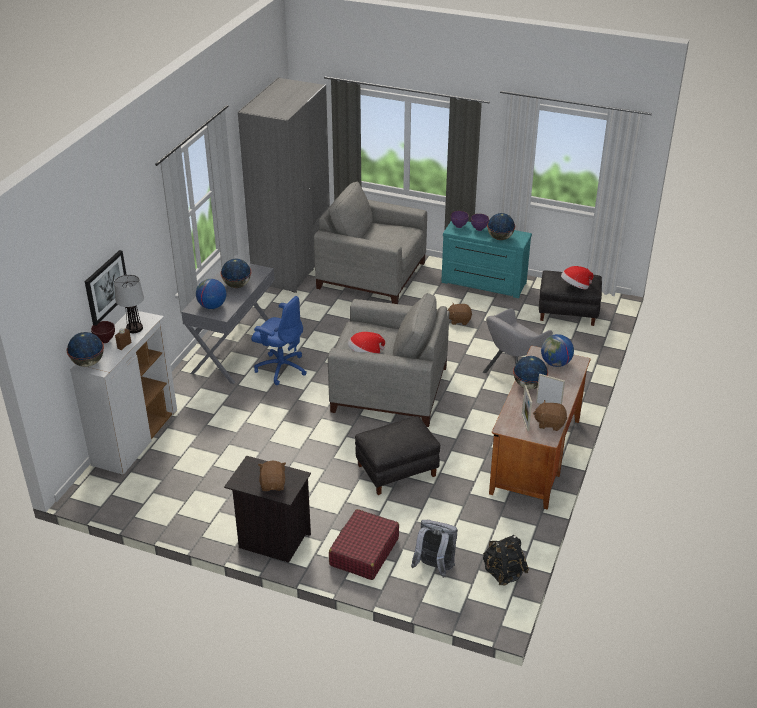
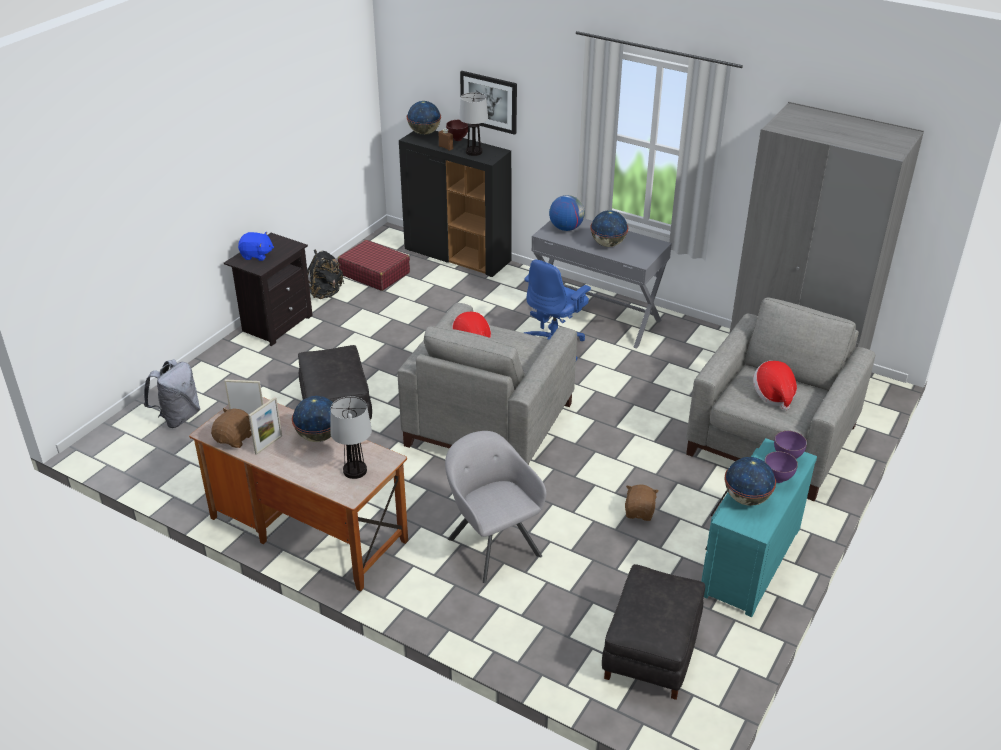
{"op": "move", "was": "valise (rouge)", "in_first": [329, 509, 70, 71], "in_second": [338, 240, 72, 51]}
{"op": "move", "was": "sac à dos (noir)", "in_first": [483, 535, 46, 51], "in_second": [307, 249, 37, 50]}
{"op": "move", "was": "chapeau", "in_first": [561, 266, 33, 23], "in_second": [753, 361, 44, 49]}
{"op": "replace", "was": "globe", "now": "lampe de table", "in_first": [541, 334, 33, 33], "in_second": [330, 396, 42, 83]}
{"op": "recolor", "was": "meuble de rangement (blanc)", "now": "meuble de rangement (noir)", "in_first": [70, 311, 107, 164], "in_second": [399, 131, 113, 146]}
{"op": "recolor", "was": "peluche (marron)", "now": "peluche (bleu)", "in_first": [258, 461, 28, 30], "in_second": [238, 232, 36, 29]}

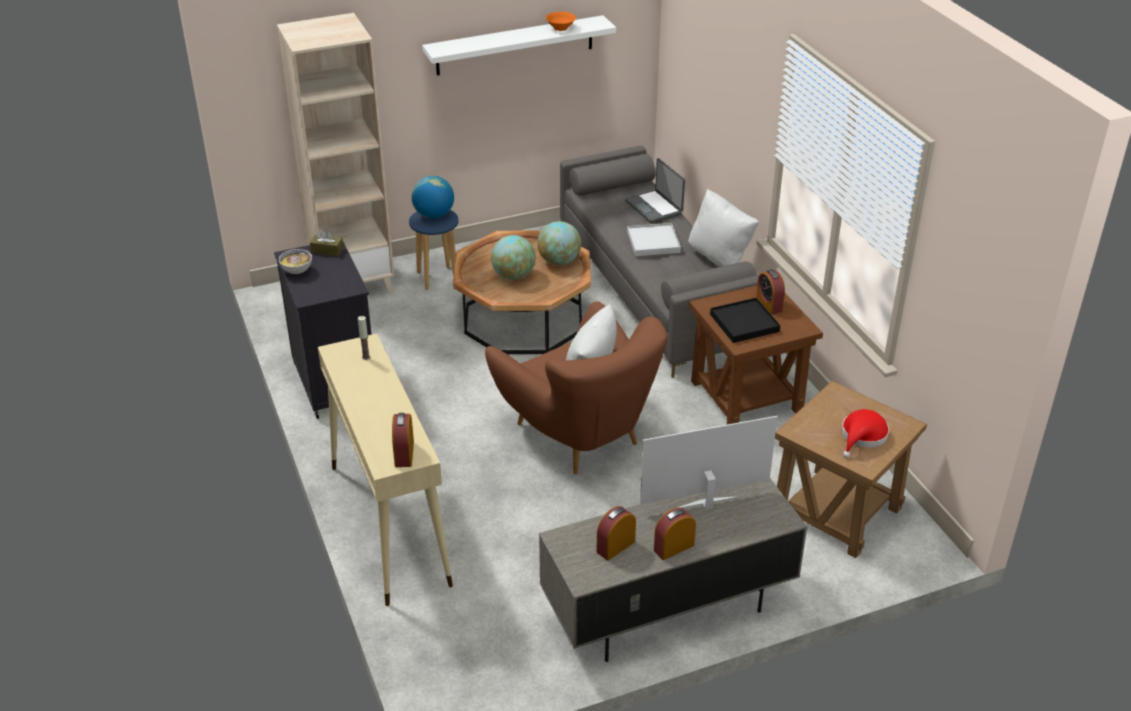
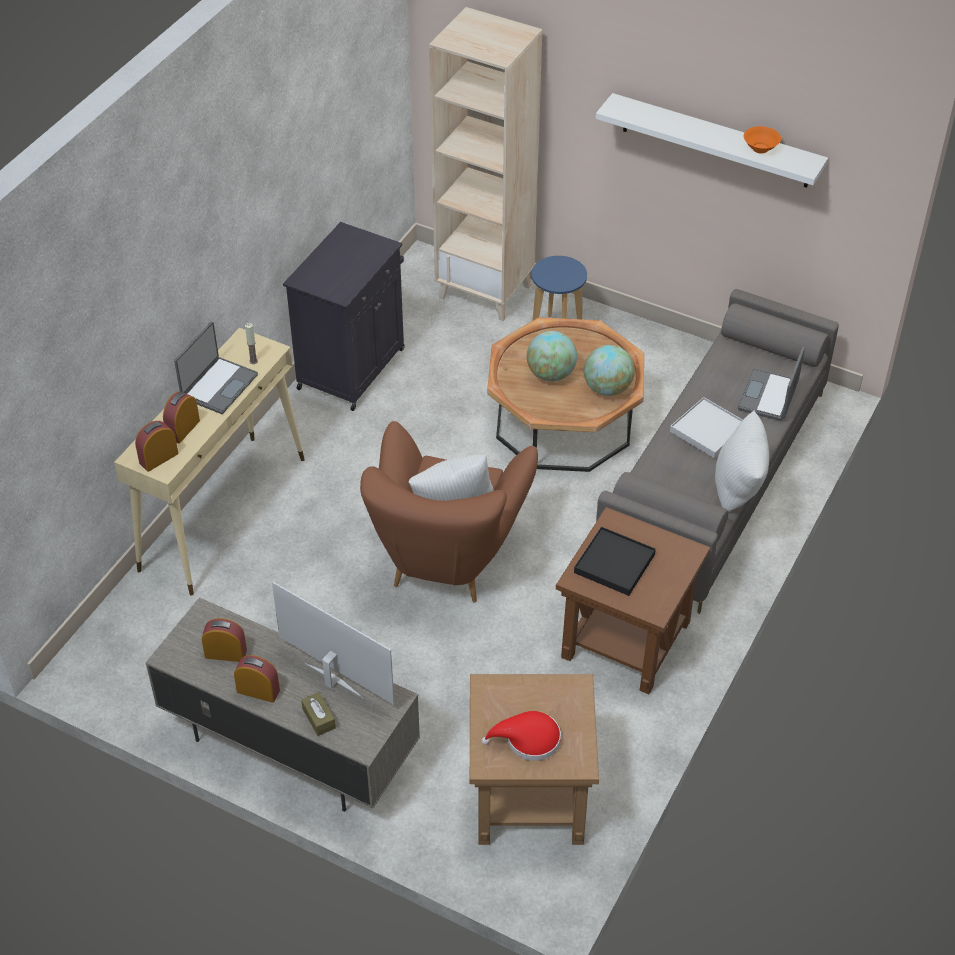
{"op": "delete", "was": "bol", "in_first": [279, 249, 33, 25]}
{"op": "delete", "was": "globe", "in_first": [412, 176, 42, 43]}
{"op": "insert", "now": "ordinateur portable", "in_second": [174, 322, 84, 92]}
{"op": "move", "was": "boîte à mouchoirs (marron)", "in_first": [310, 230, 34, 26], "in_second": [301, 692, 35, 44]}
{"op": "move", "was": "réveil", "in_first": [756, 269, 29, 46], "in_second": [163, 392, 37, 51]}

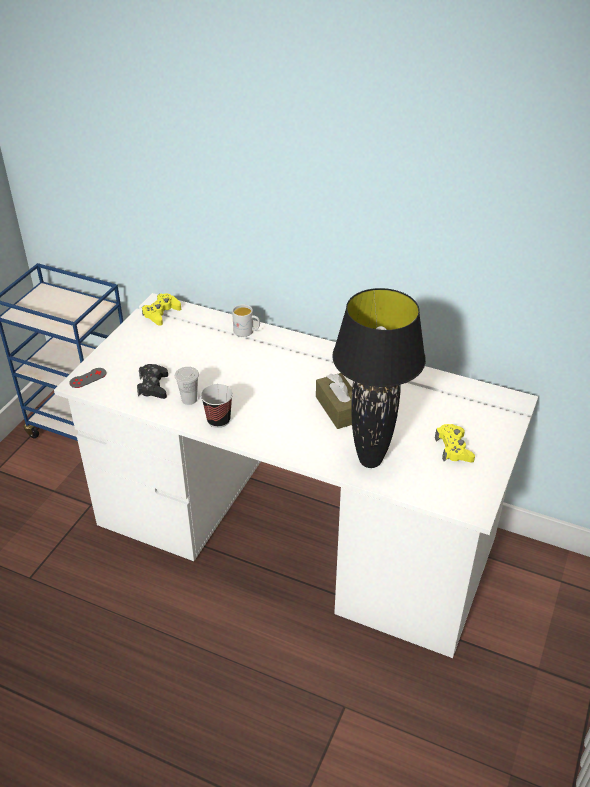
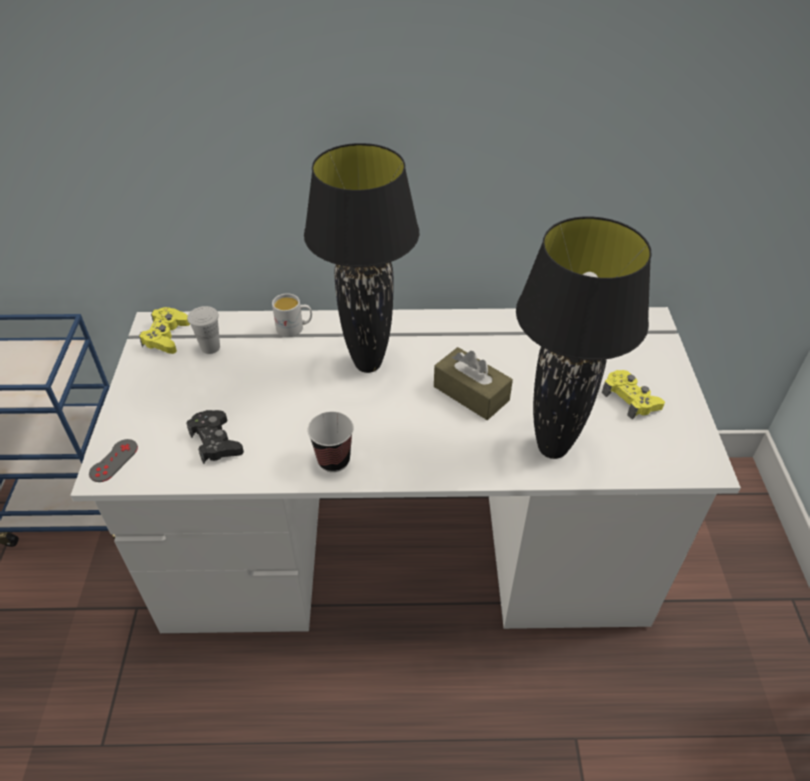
{"op": "insert", "now": "lampe de table (noir)", "in_second": [304, 143, 115, 230]}
{"op": "move", "was": "tasse (blanc)", "in_first": [175, 367, 24, 38], "in_second": [187, 306, 33, 48]}

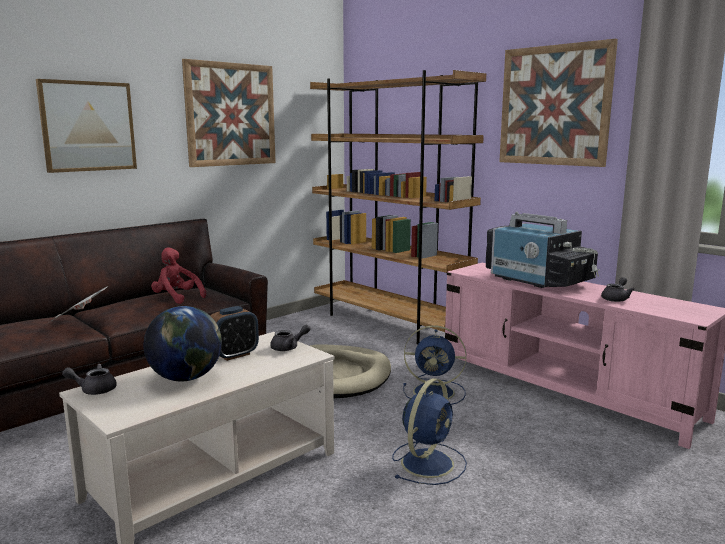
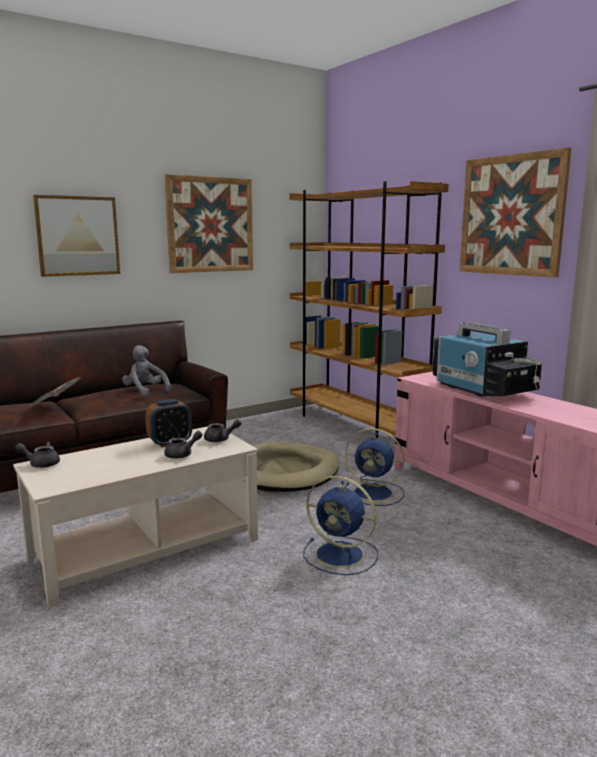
{"op": "delete", "was": "globe", "in_first": [143, 306, 79, 75]}
{"op": "move", "was": "théière (gris)", "in_first": [601, 277, 34, 25], "in_second": [164, 431, 38, 28]}
{"op": "recolor", "was": "peluche (rouge)", "now": "peluche (gris)", "in_first": [151, 247, 55, 57], "in_second": [122, 345, 49, 52]}
{"op": "rotate", "was": "ventilateur (bleu)", "in_first": [392, 378, 75, 107], "in_second": [303, 476, 75, 99], "clockwise": 75}

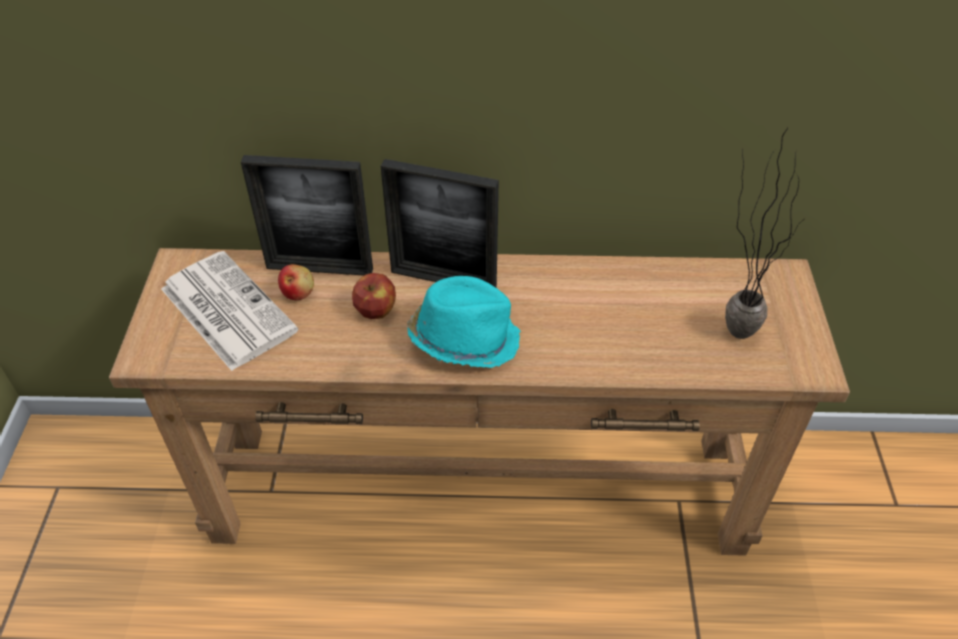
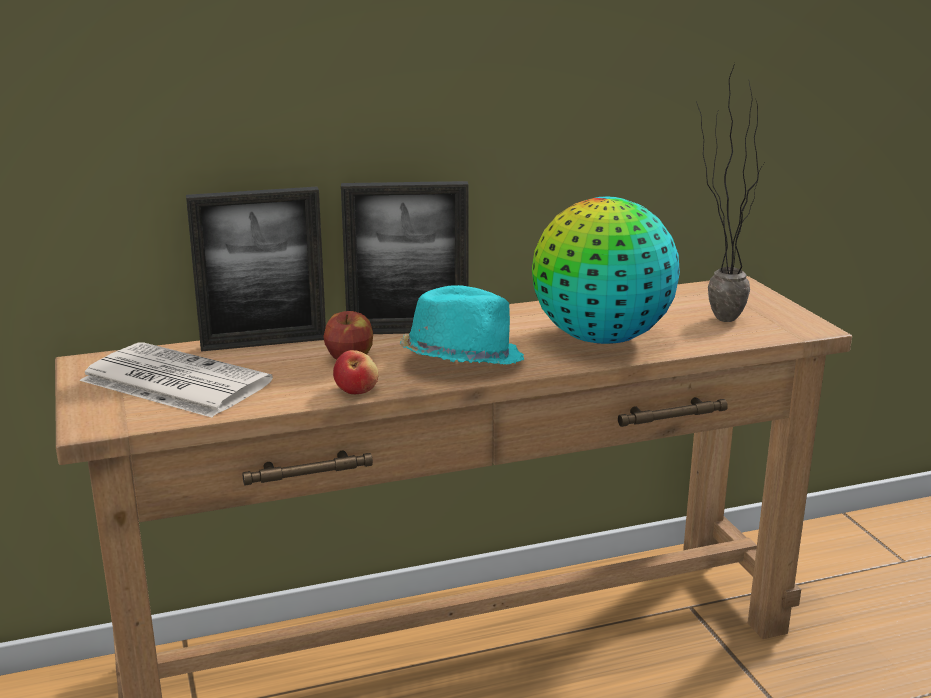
{"op": "insert", "now": "globe", "in_second": [532, 197, 148, 147]}
{"op": "move", "was": "pomme", "in_first": [278, 264, 36, 36], "in_second": [333, 350, 45, 44]}

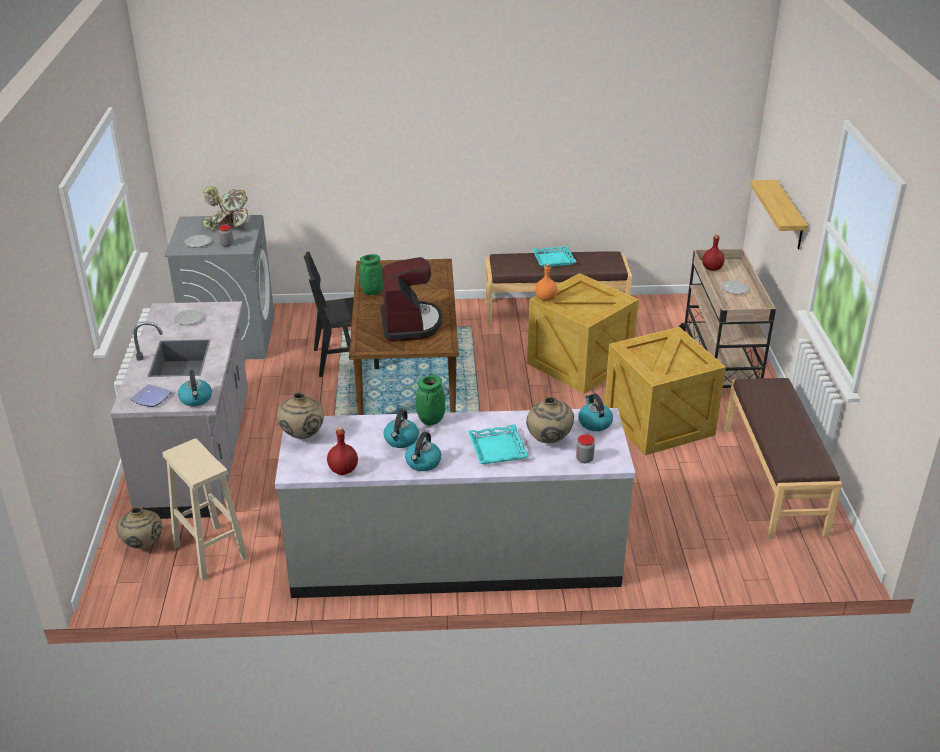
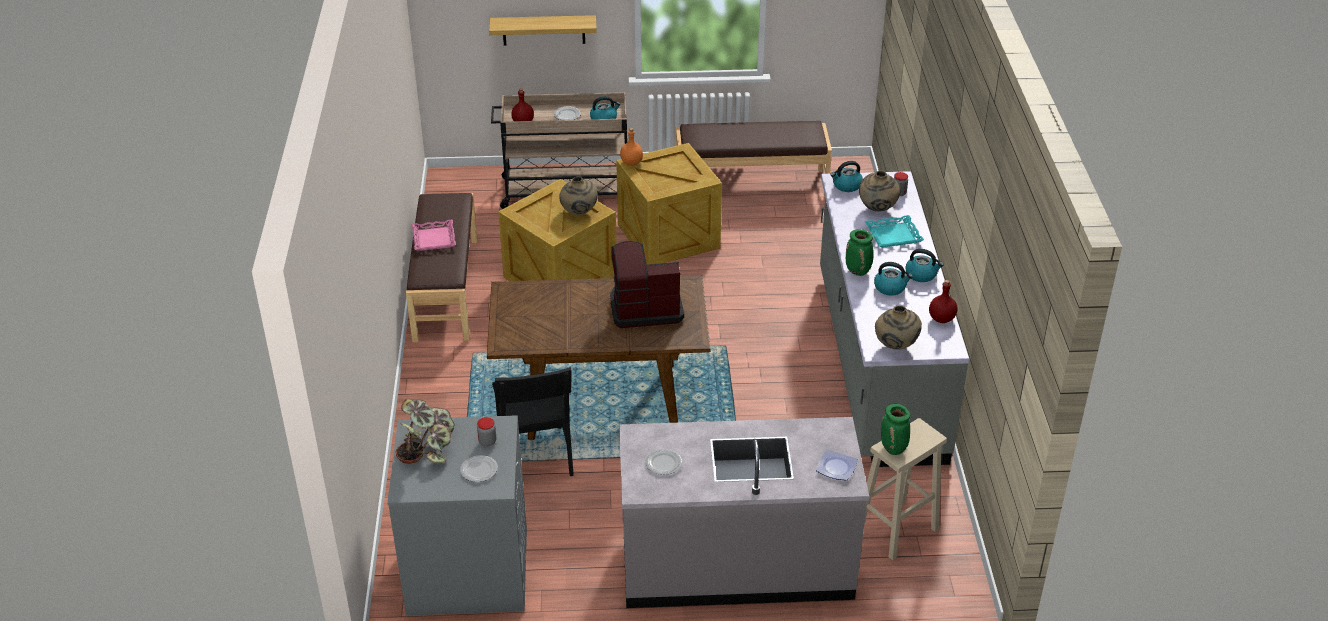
{"op": "move", "was": "vase (beige)", "in_first": [116, 507, 46, 42], "in_second": [559, 176, 39, 39]}
{"op": "move", "was": "bouilloire", "in_first": [178, 370, 34, 36], "in_second": [590, 96, 30, 23]}
{"op": "move", "was": "vase (vert)", "in_first": [359, 254, 24, 41], "in_second": [881, 404, 29, 51]}
{"op": "move", "was": "bouteille (orange)", "in_first": [535, 264, 23, 37], "in_second": [620, 128, 23, 38]}
{"op": "recolor", "was": "plateau (turquoise)", "now": "plateau (rose)", "in_first": [532, 246, 45, 21], "in_second": [412, 220, 44, 31]}

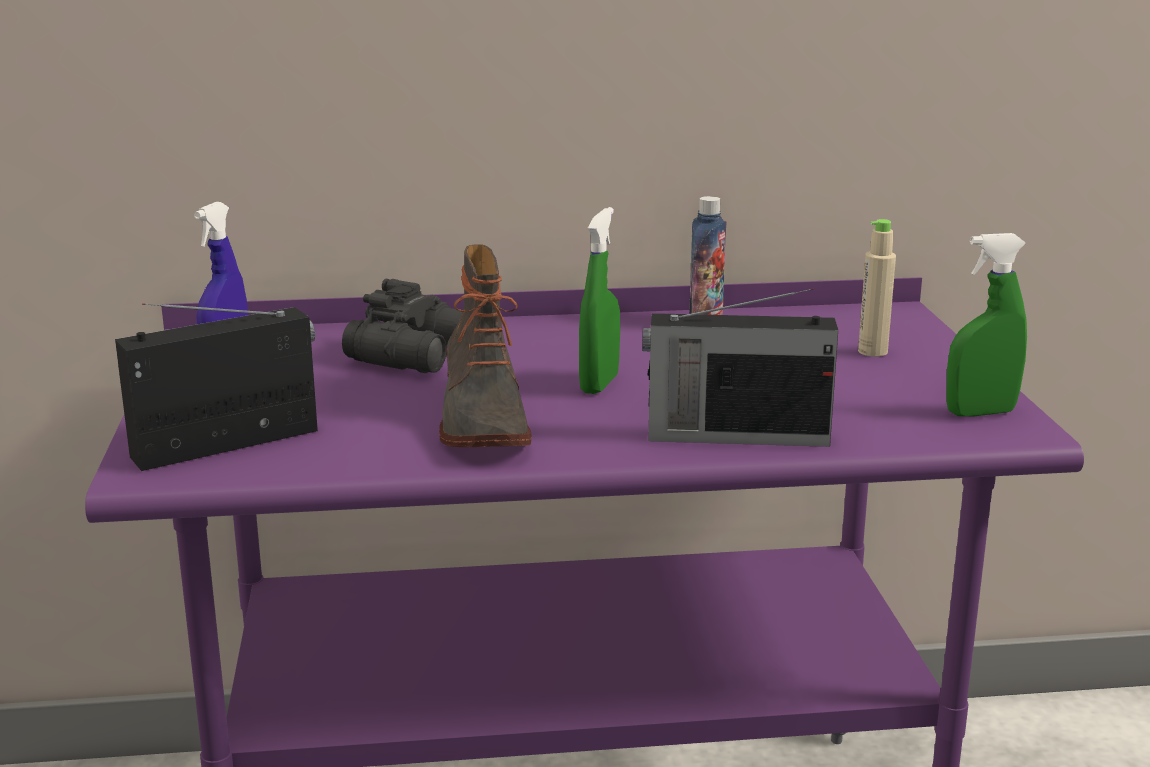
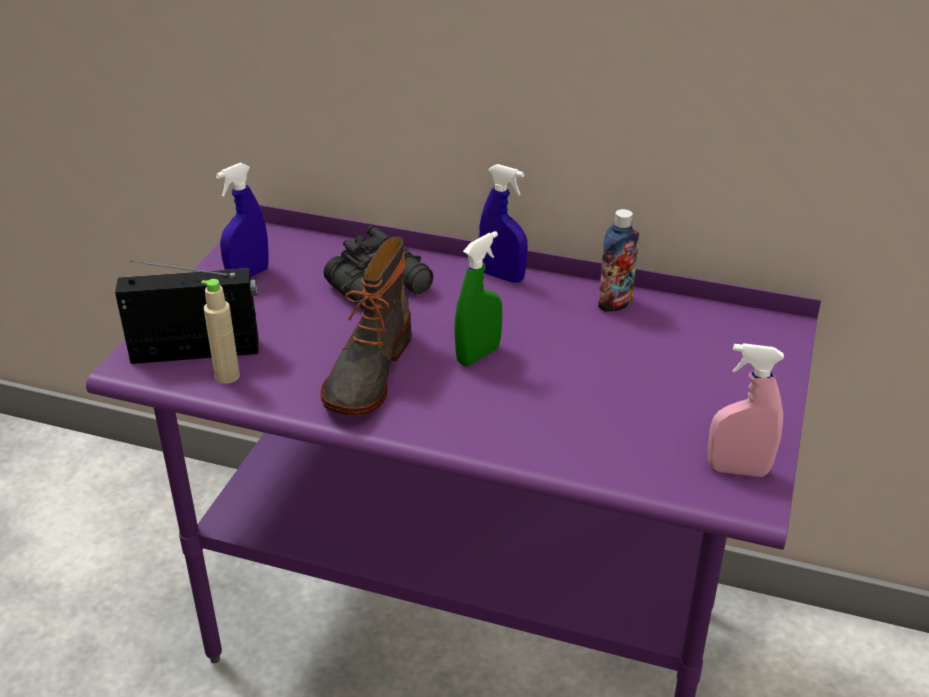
{"op": "delete", "was": "radio", "in_first": [643, 289, 195, 158]}
{"op": "insert", "now": "vaporisateur (bleu)", "in_second": [479, 164, 49, 119]}
{"op": "move", "was": "bouteille (beige)", "in_first": [858, 219, 38, 138], "in_second": [201, 279, 39, 105]}
{"op": "recolor", "was": "vaporisateur (vert)", "now": "vaporisateur (rose)", "in_first": [946, 233, 81, 183], "in_second": [708, 343, 76, 134]}

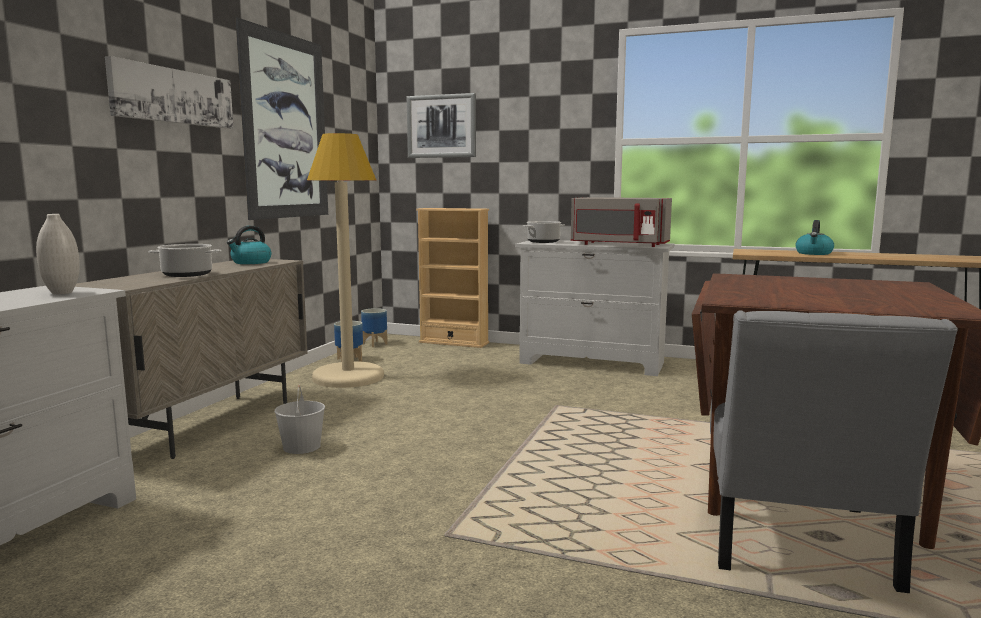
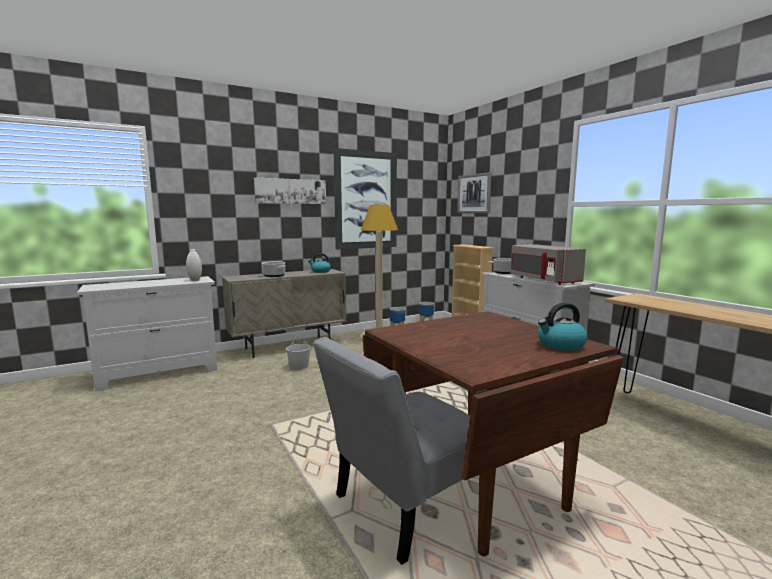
{"op": "move", "was": "bouilloire", "in_first": [795, 220, 39, 35], "in_second": [538, 302, 50, 49]}

